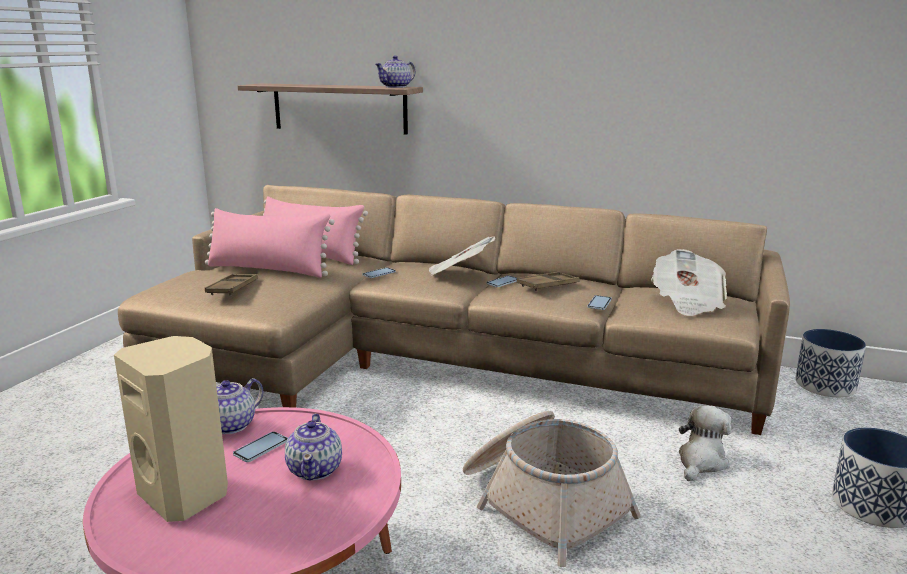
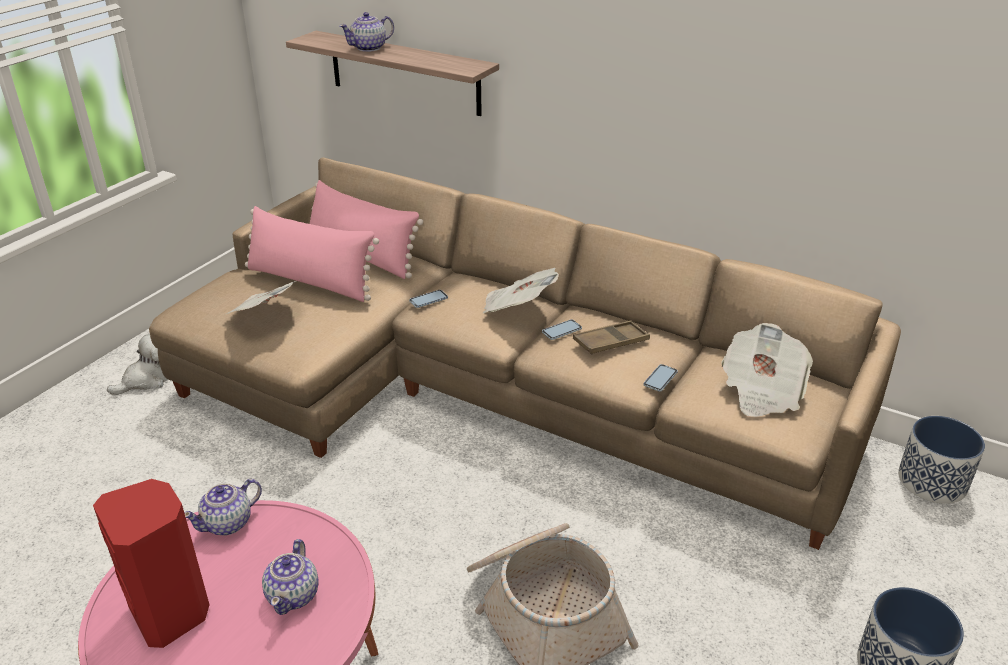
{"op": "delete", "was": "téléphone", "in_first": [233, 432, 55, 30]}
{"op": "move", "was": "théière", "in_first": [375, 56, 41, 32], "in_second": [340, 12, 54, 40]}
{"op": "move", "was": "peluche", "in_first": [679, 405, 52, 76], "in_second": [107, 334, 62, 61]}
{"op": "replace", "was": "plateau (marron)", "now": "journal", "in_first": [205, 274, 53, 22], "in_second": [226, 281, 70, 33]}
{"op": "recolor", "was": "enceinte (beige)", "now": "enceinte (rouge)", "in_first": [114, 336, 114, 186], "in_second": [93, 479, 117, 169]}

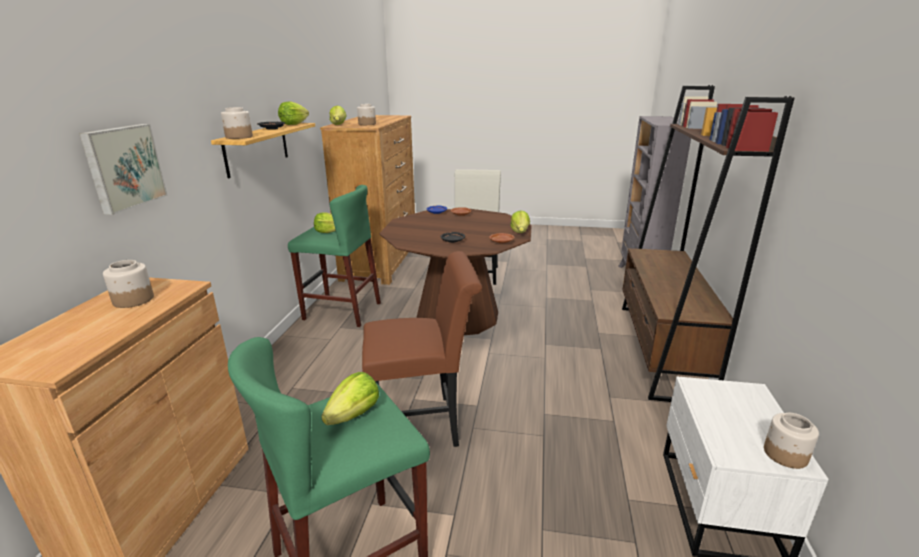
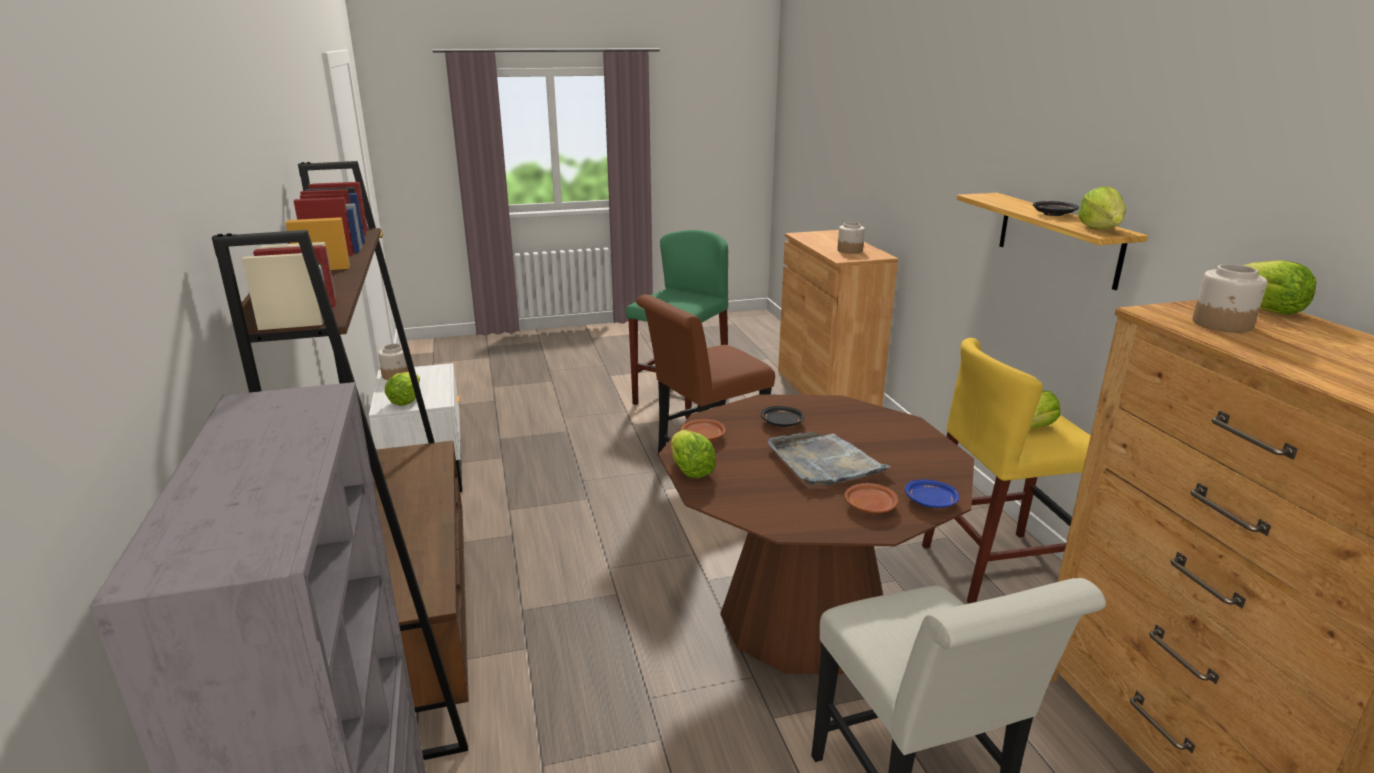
{"op": "delete", "was": "tableau", "in_first": [79, 124, 89, 91]}
{"op": "delete", "was": "bocal", "in_first": [221, 107, 32, 32]}
{"op": "insert", "now": "plateau (gris)", "in_second": [768, 432, 123, 54]}
{"op": "move", "was": "laitue", "in_first": [321, 372, 58, 53], "in_second": [385, 372, 35, 34]}
{"op": "recolor", "was": "tabouret (vert)", "now": "tabouret (jaune)", "in_first": [288, 185, 93, 142], "in_second": [922, 338, 169, 266]}

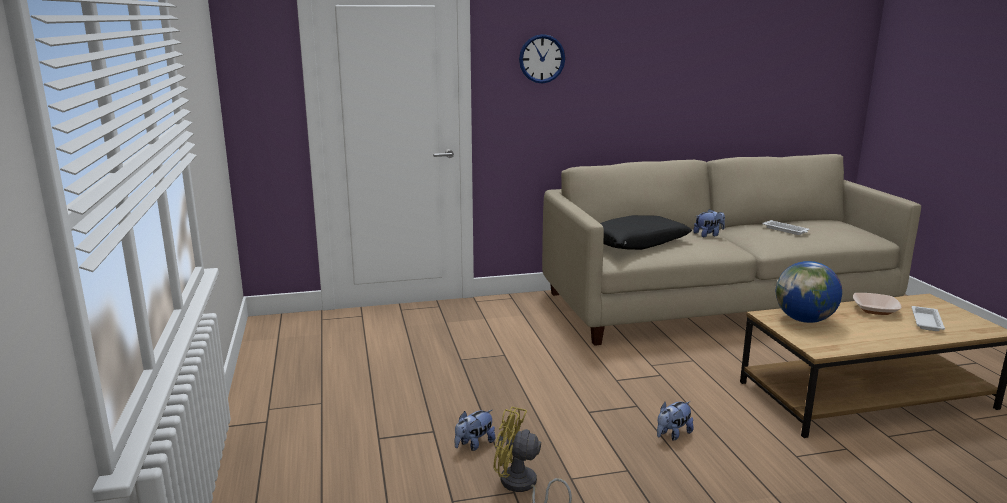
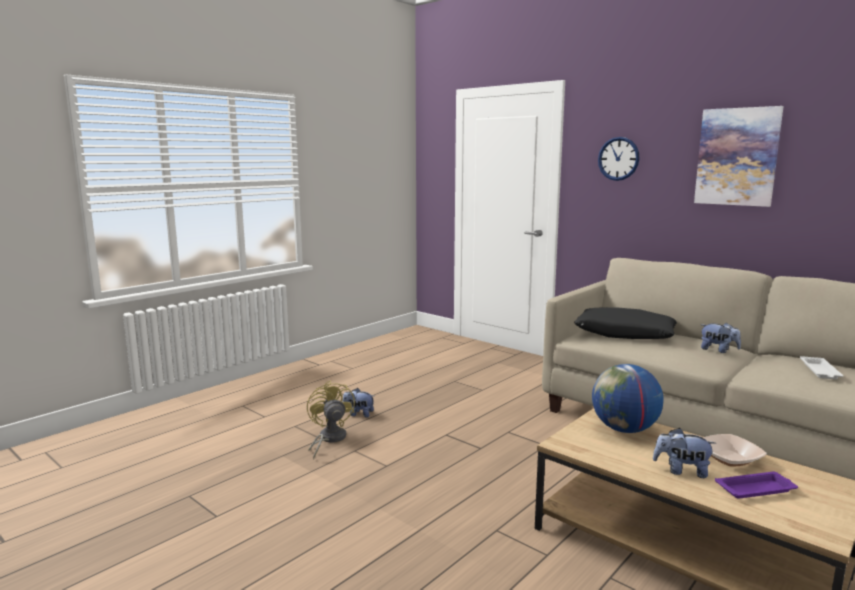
{"op": "insert", "now": "tableau", "in_second": [694, 106, 90, 101]}
{"op": "move", "was": "peluche", "in_first": [657, 401, 37, 39], "in_second": [653, 428, 64, 50]}
{"op": "recolor", "was": "plateau (blanc)", "now": "plateau (violet)", "in_first": [912, 306, 33, 25], "in_second": [715, 472, 83, 27]}

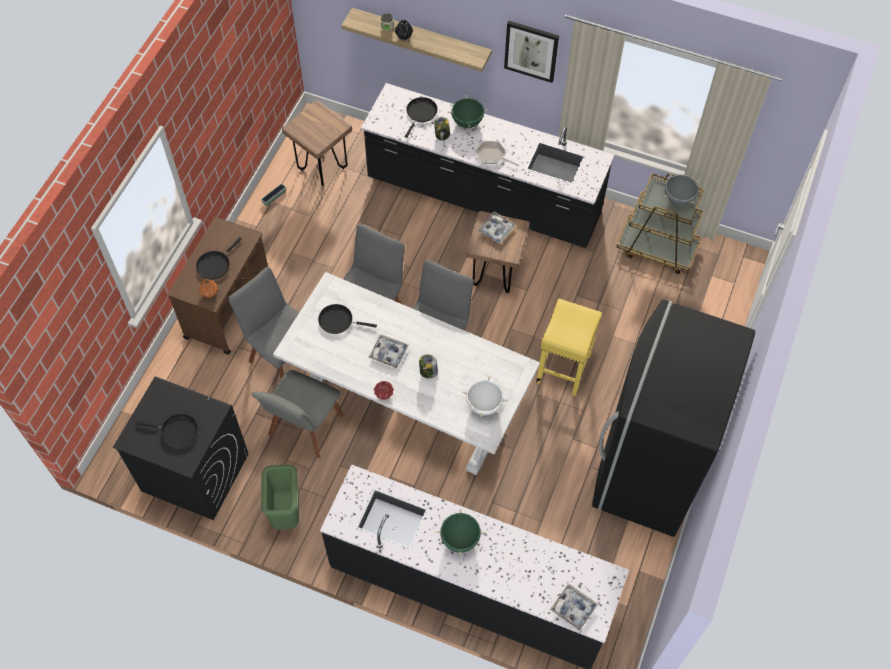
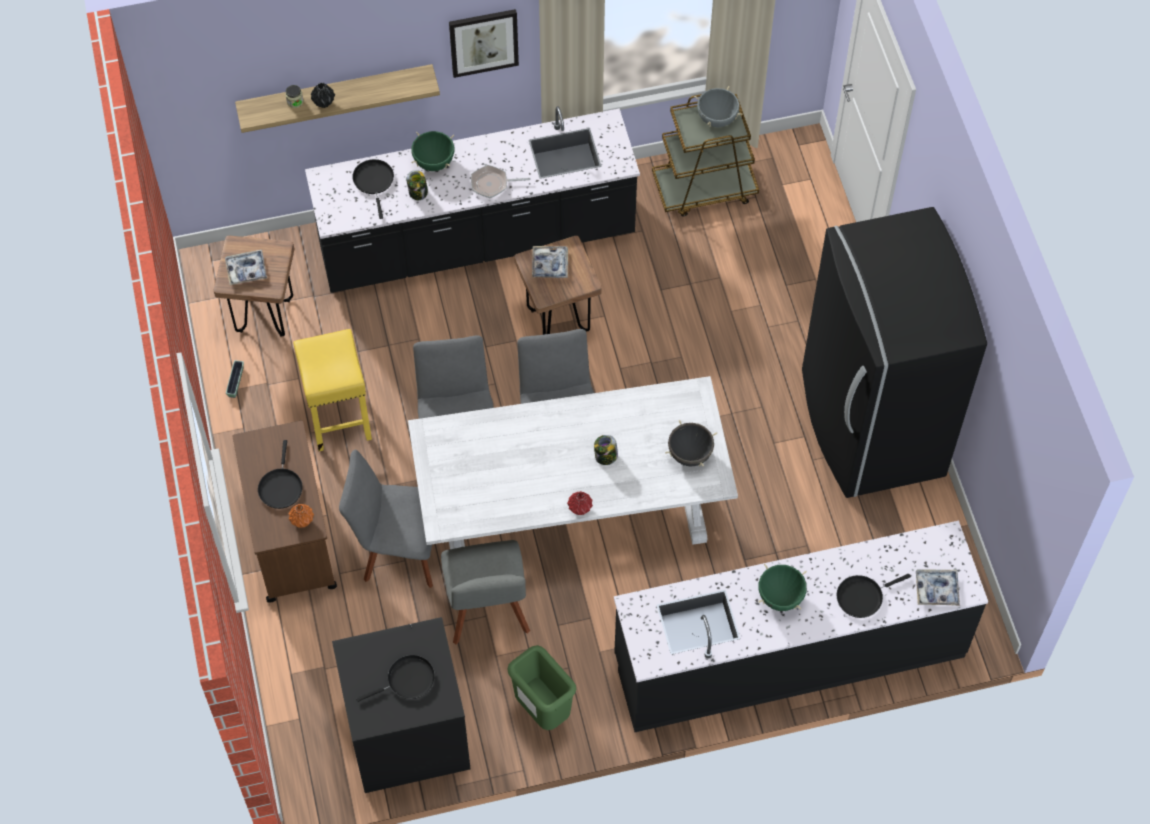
{"op": "move", "was": "poêle (noir)", "in_first": [318, 304, 59, 30], "in_second": [837, 574, 74, 44]}
{"op": "move", "was": "plateau", "in_first": [368, 335, 41, 33], "in_second": [225, 250, 42, 35]}
{"op": "move", "was": "tabouret (jaune)", "in_first": [536, 299, 66, 97], "in_second": [293, 329, 79, 122]}
{"op": "recolor", "was": "marmite (blanc)", "now": "marmite (noir)", "in_first": [462, 376, 46, 41], "in_second": [665, 420, 52, 47]}

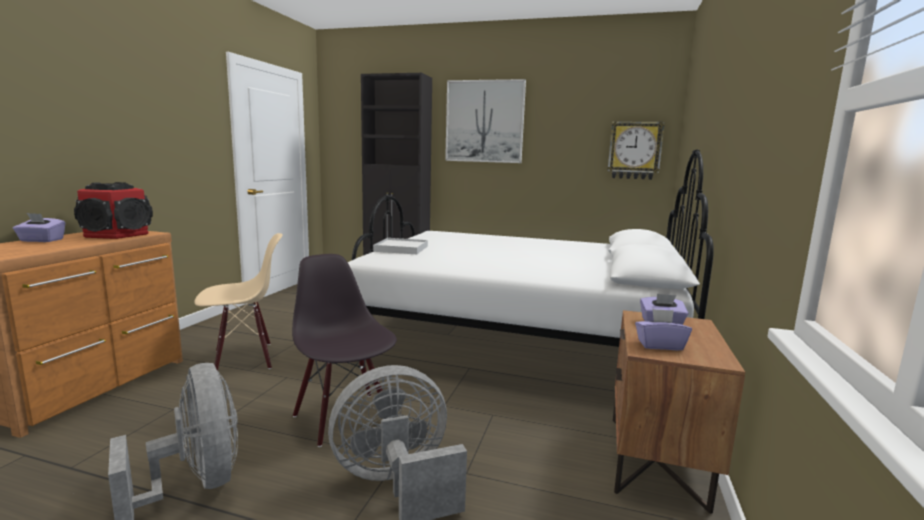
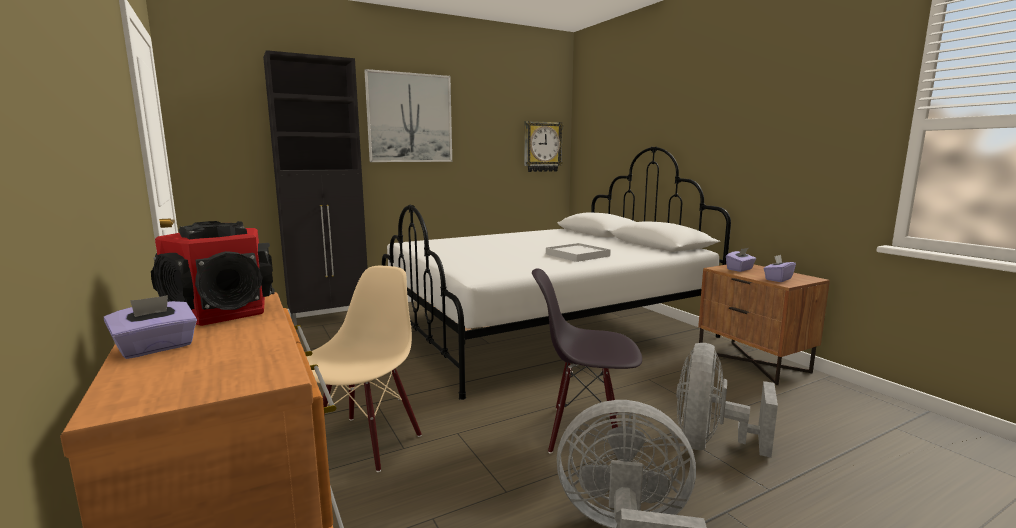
{"op": "move", "was": "plateau (blanc)", "in_first": [373, 238, 55, 16], "in_second": [546, 243, 65, 19]}

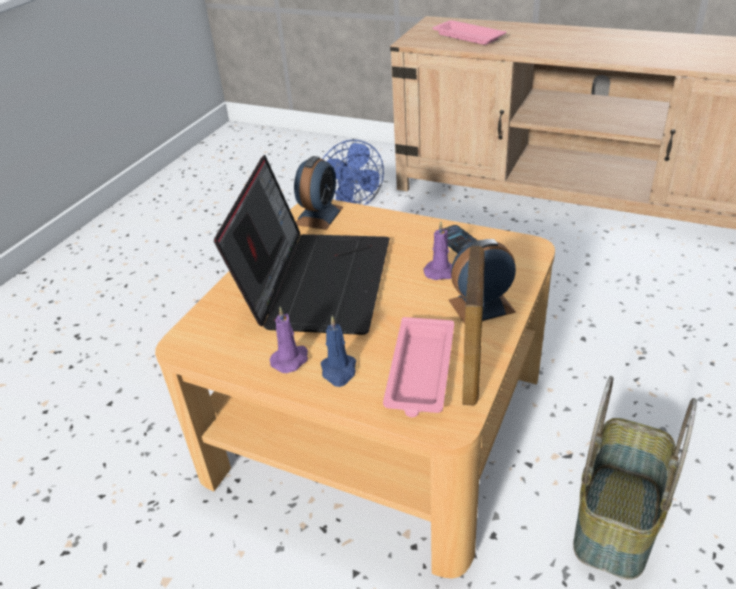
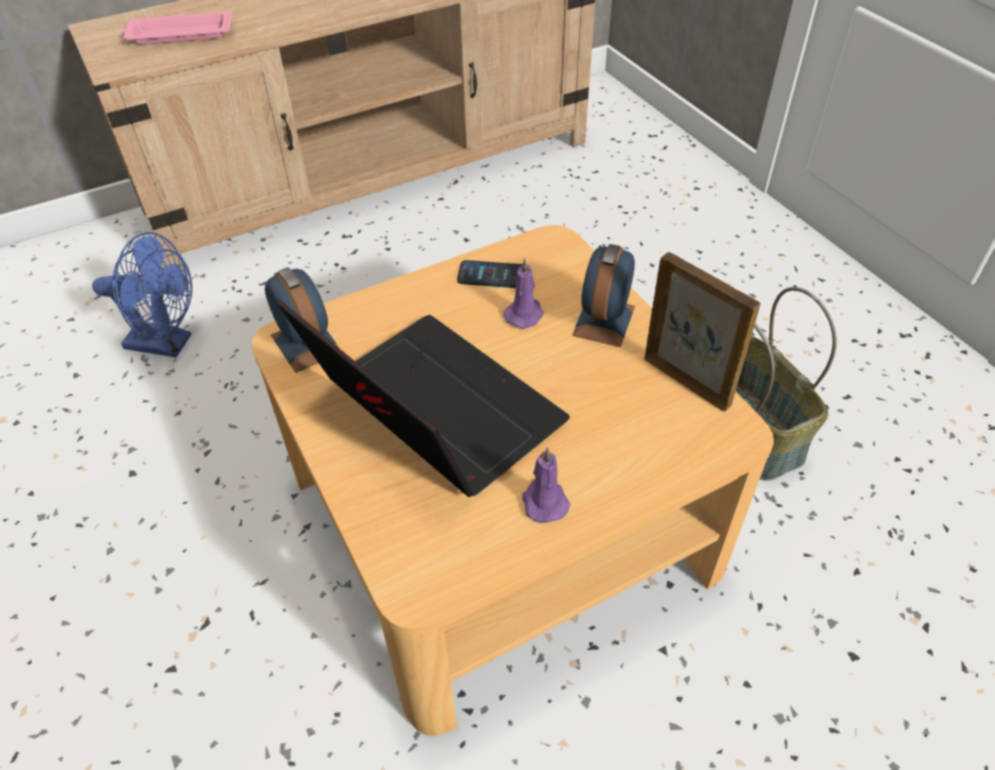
{"op": "delete", "was": "bougie (bleu)", "in_first": [321, 316, 35, 71]}
{"op": "delete", "was": "plateau (rose)", "in_first": [383, 317, 71, 100]}

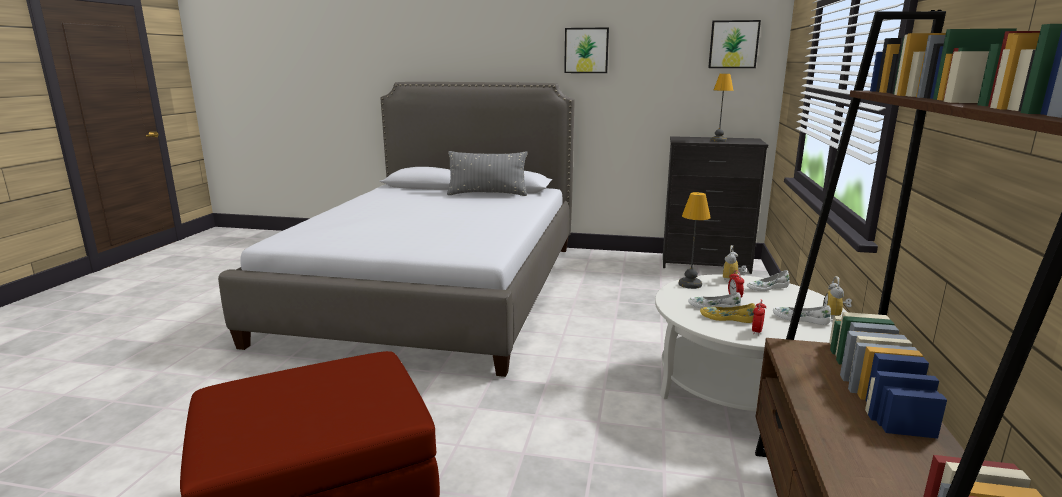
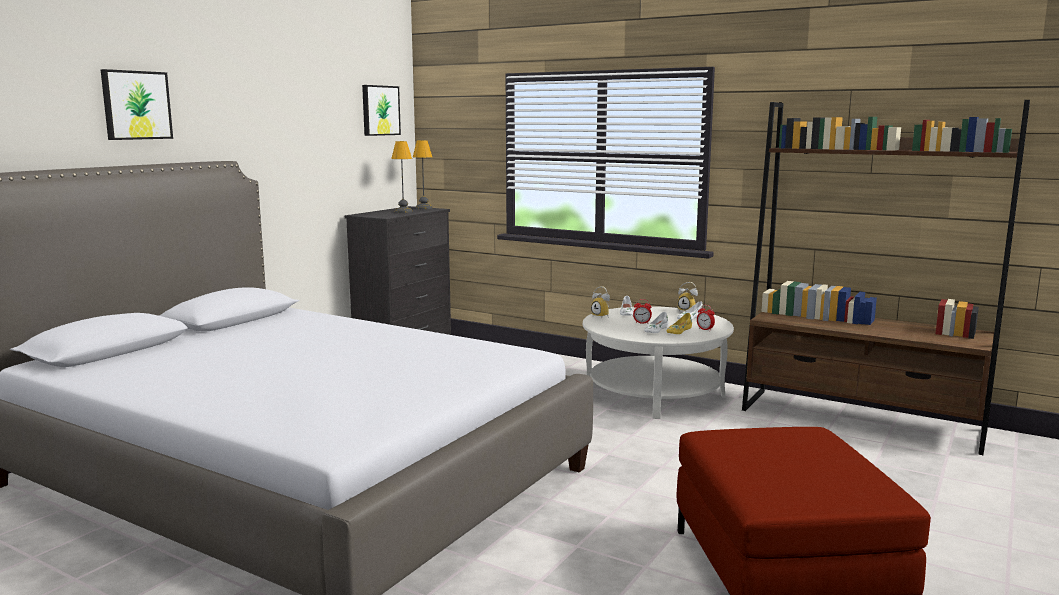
{"op": "delete", "was": "coussin (gris)", "in_first": [447, 151, 81, 45]}
{"op": "move", "was": "tableau", "in_first": [564, 27, 45, 46], "in_second": [100, 69, 73, 71]}
{"op": "move", "was": "lampe de table", "in_first": [678, 192, 33, 97], "in_second": [413, 140, 19, 69]}

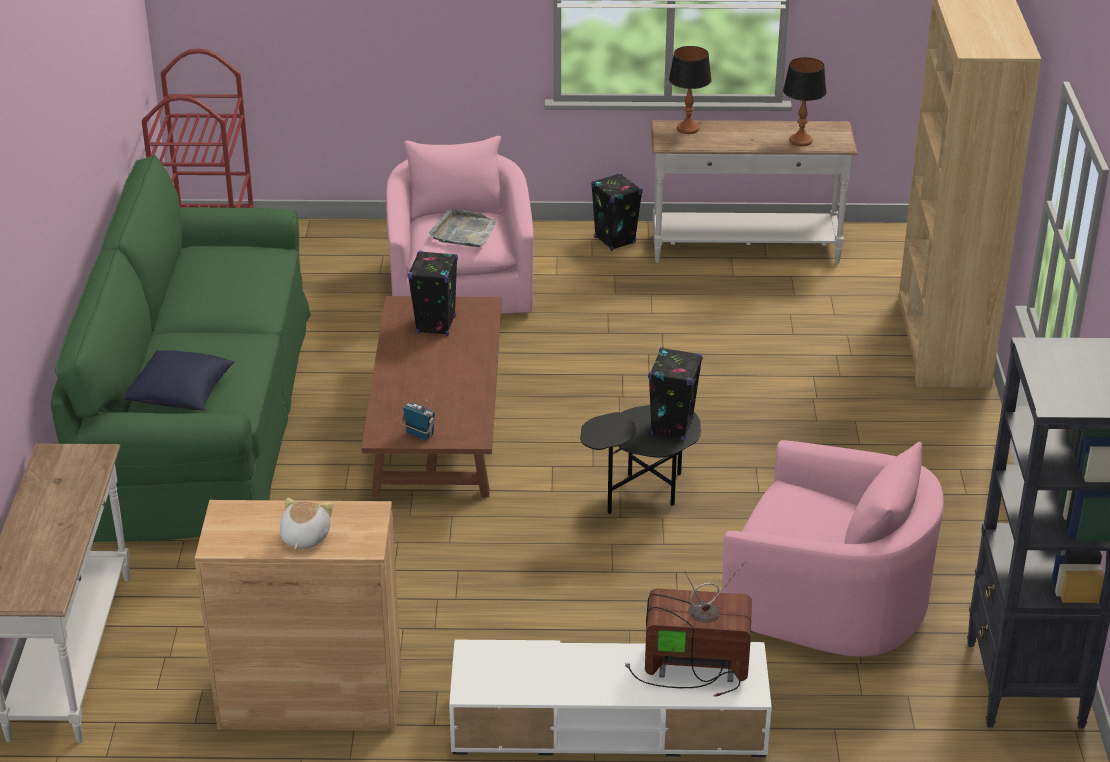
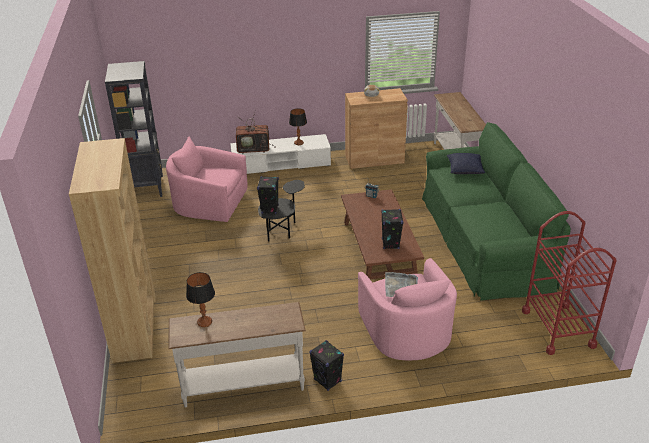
{"op": "move", "was": "lampe de table", "in_first": [669, 46, 43, 88], "in_second": [289, 108, 18, 37]}

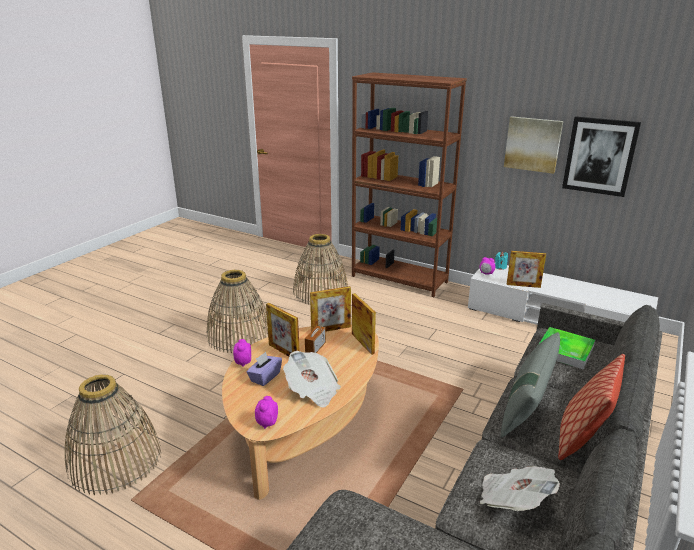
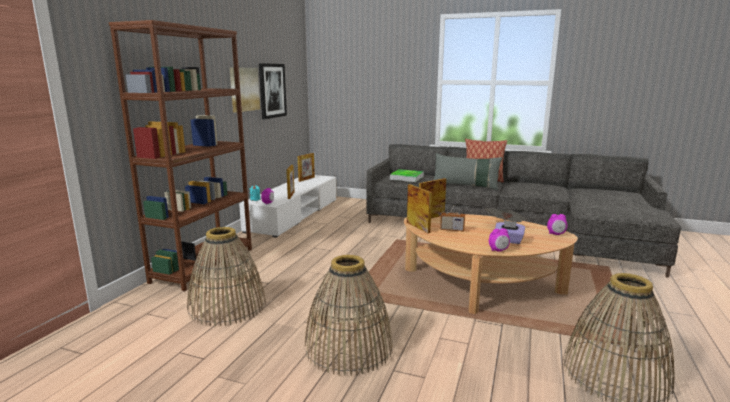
{"op": "delete", "was": "journal", "in_first": [480, 466, 80, 45]}
{"op": "move", "was": "cadre photo", "in_first": [266, 303, 33, 54], "in_second": [298, 153, 17, 29]}

